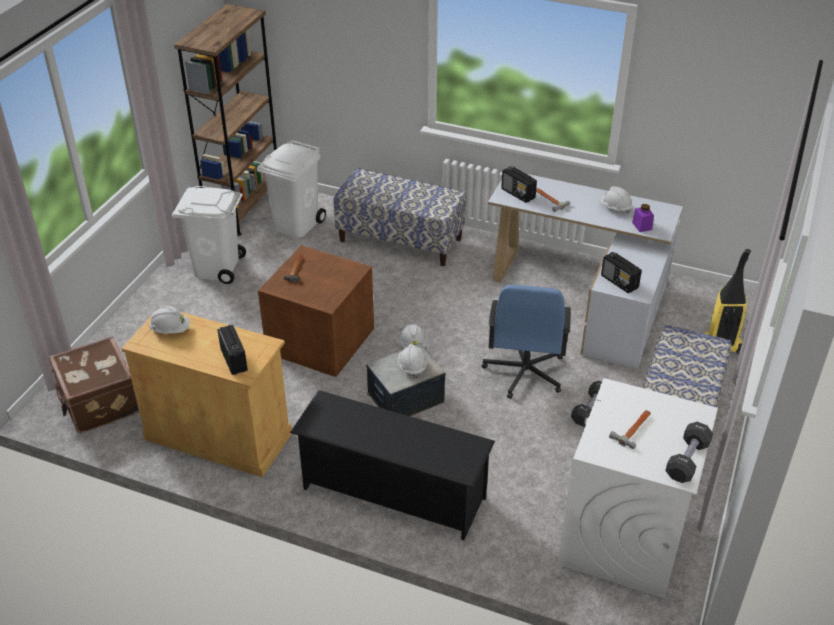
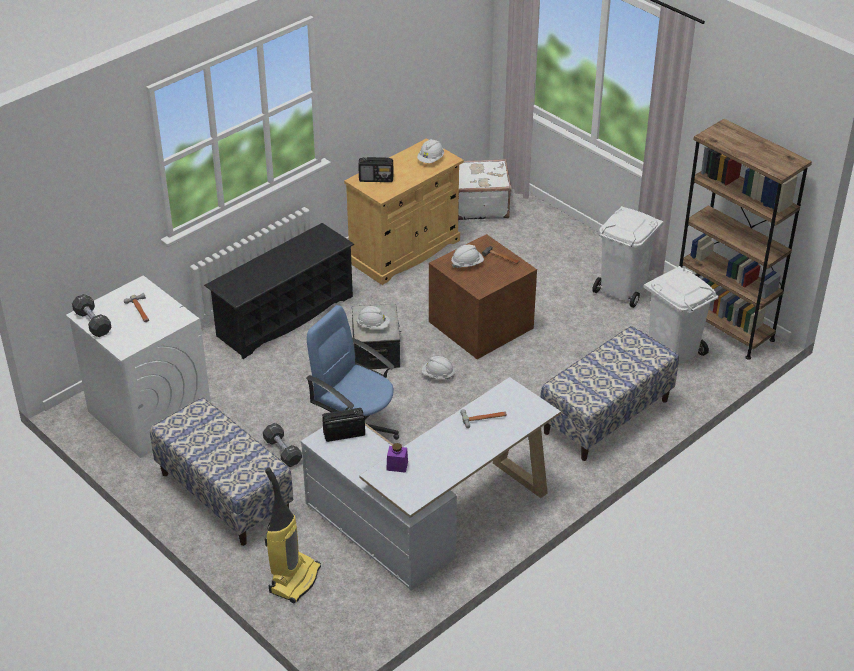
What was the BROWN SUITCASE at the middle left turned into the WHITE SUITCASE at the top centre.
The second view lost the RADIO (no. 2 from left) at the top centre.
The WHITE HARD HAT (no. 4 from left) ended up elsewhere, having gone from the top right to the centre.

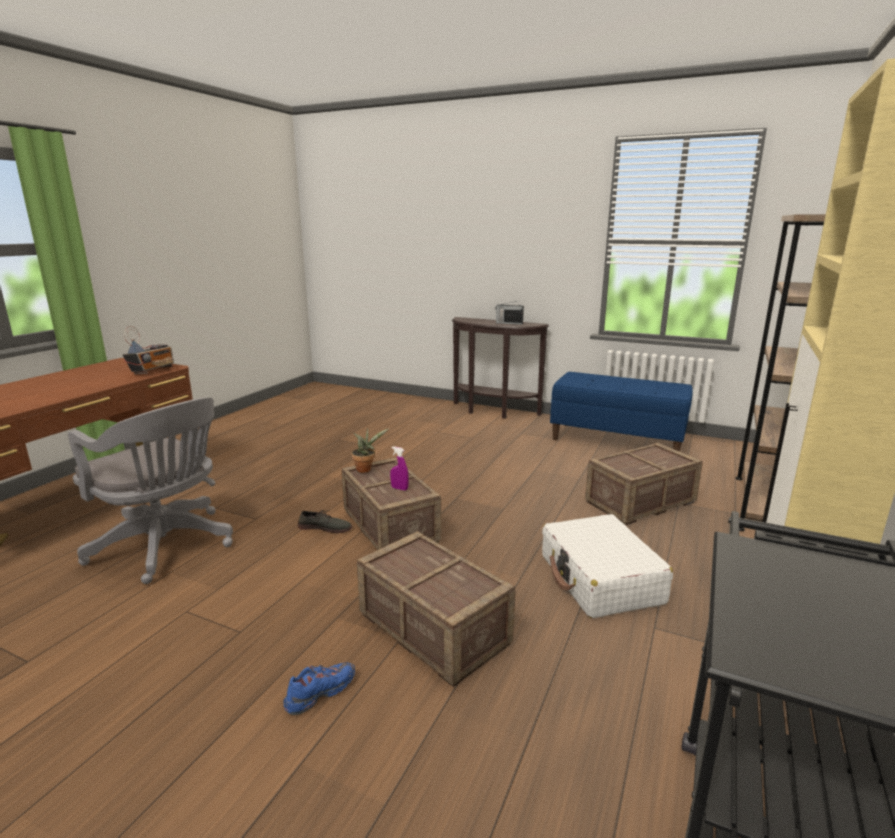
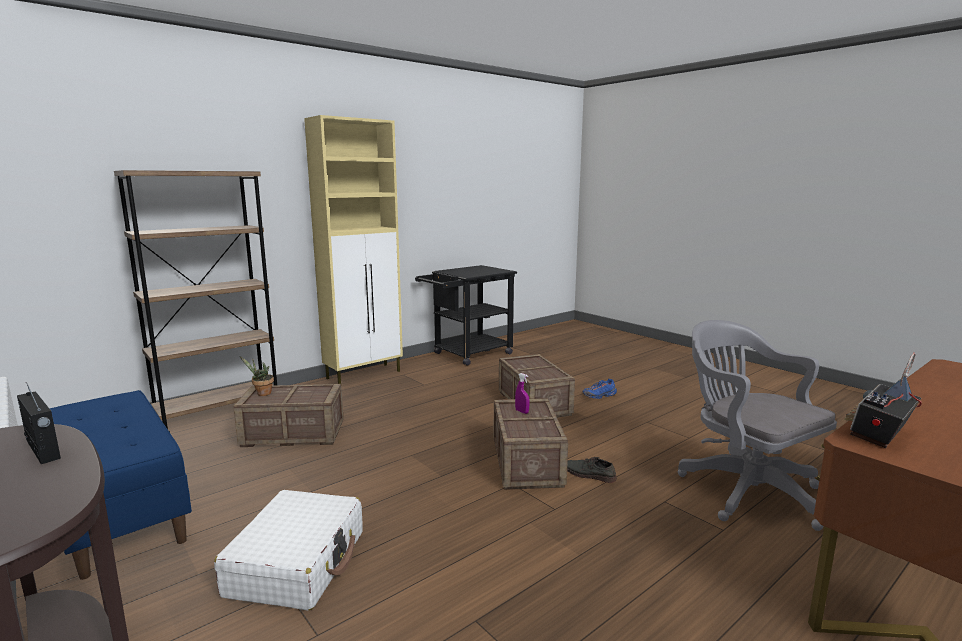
The POTTED PLANT ended up elsewhere, having gone from the centre to the middle left.
The WHITE SUITCASE ended up elsewhere, having gone from the bottom right to the bottom left.

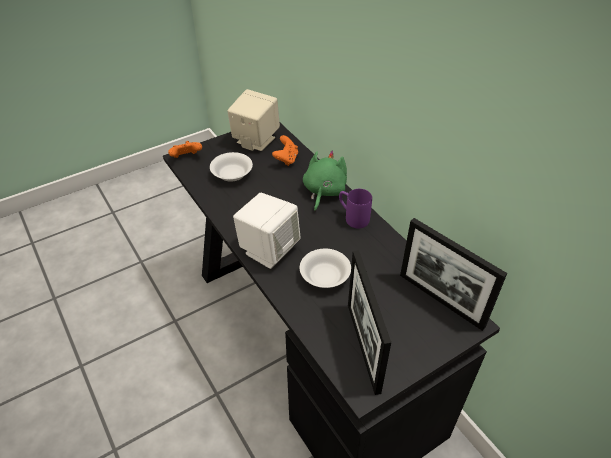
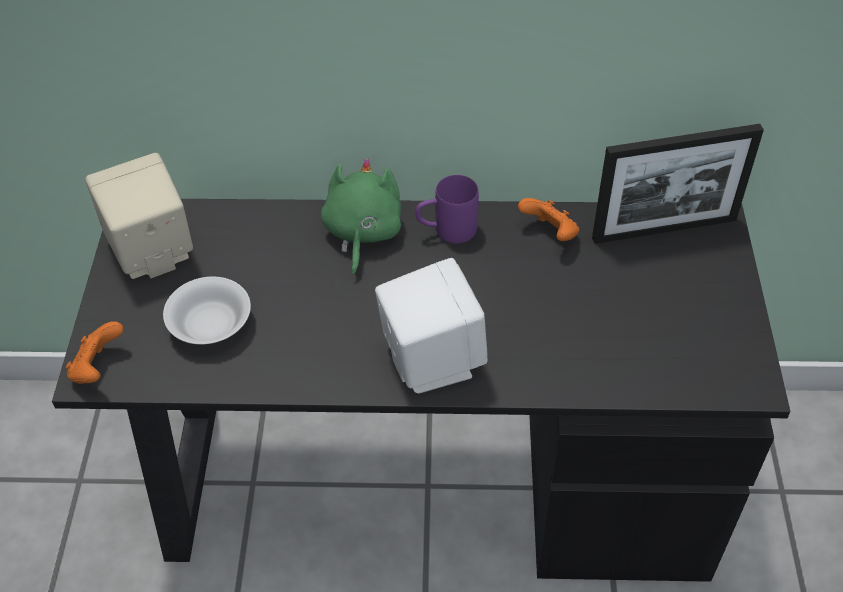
The ORANGE GAME CONTROLLER (no. 2 from left) ended up elsewhere, having gone from the top centre to the centre.
The second view lost the WHITE BOWL (no. 2 from left) at the centre.
The GREEN PLUSH TOY at the centre ended up facing another way, 45 degrees clockwise from before.
The second view lost the PICTURE FRAME (no. 1 from left) at the bottom centre.

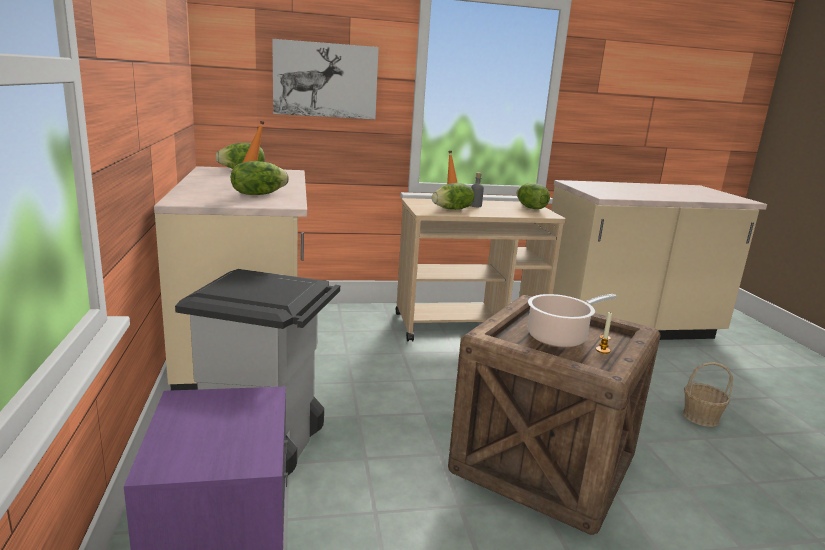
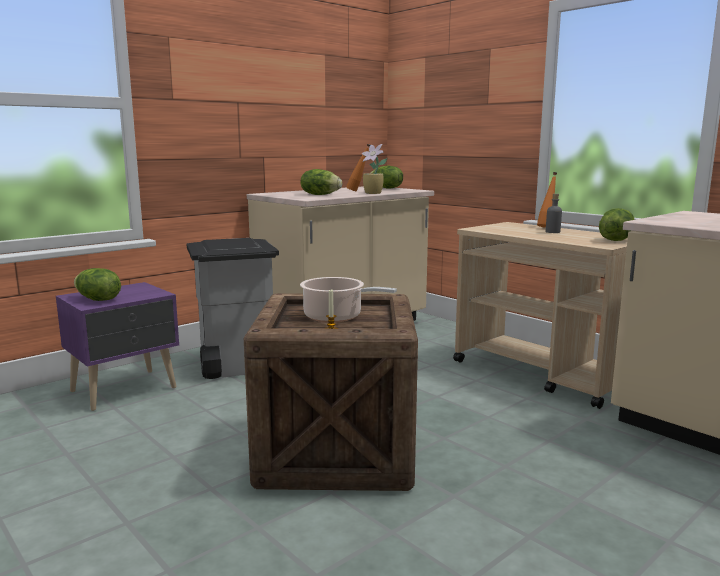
The second view lost the PICTURE at the top centre.
The LETTUCE (no. 3 from left in the first image) ended up elsewhere, having gone from the centre to the middle left.
The second view lost the BASKET at the bottom right.
The second view gained the POTTED PLANT at the top centre.

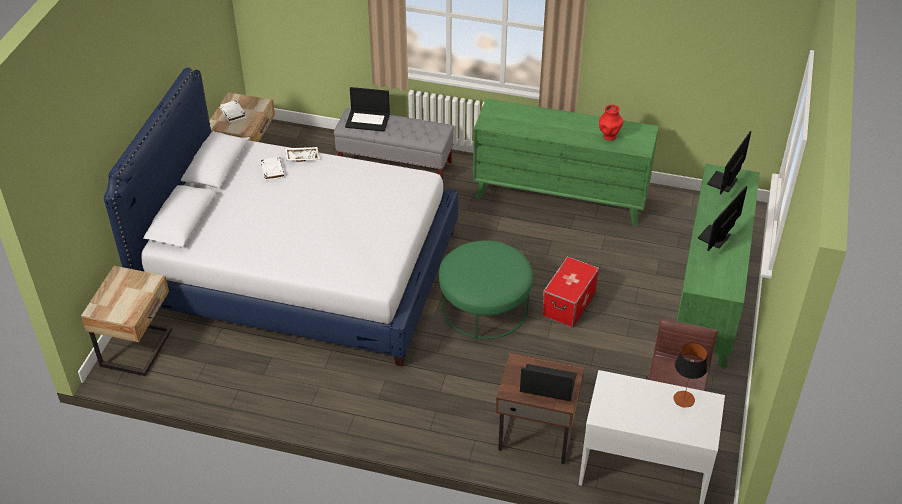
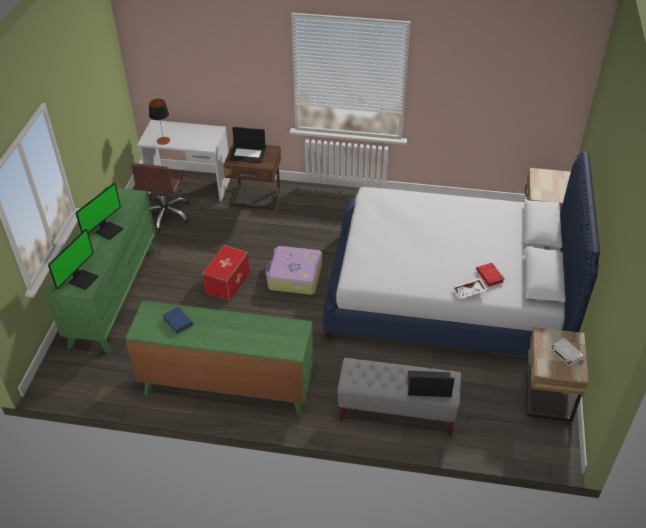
What was the WHITE BOOK (no. 2 from left) at the middle left turned into the RED BOOK at the middle right.
Where the GREEN OTTOMAN stood at the centre, the SUITCASE came to stand at the centre.
Where the RED VASE stood at the top right, the BLUE BOOK came to stand at the middle left.

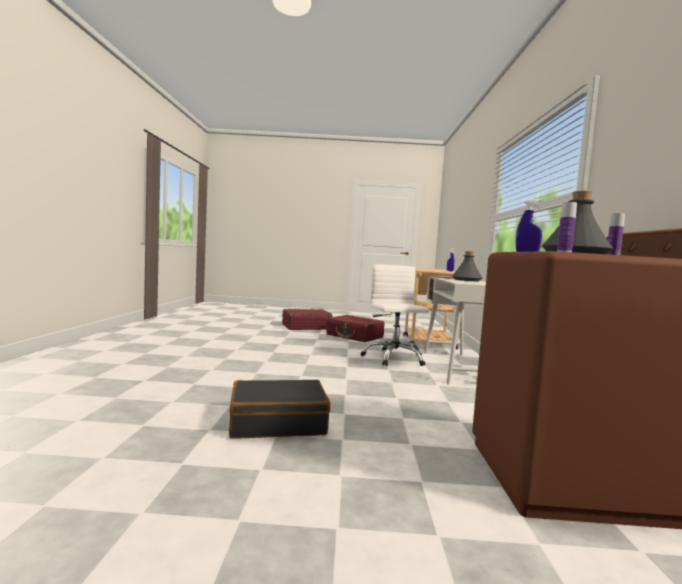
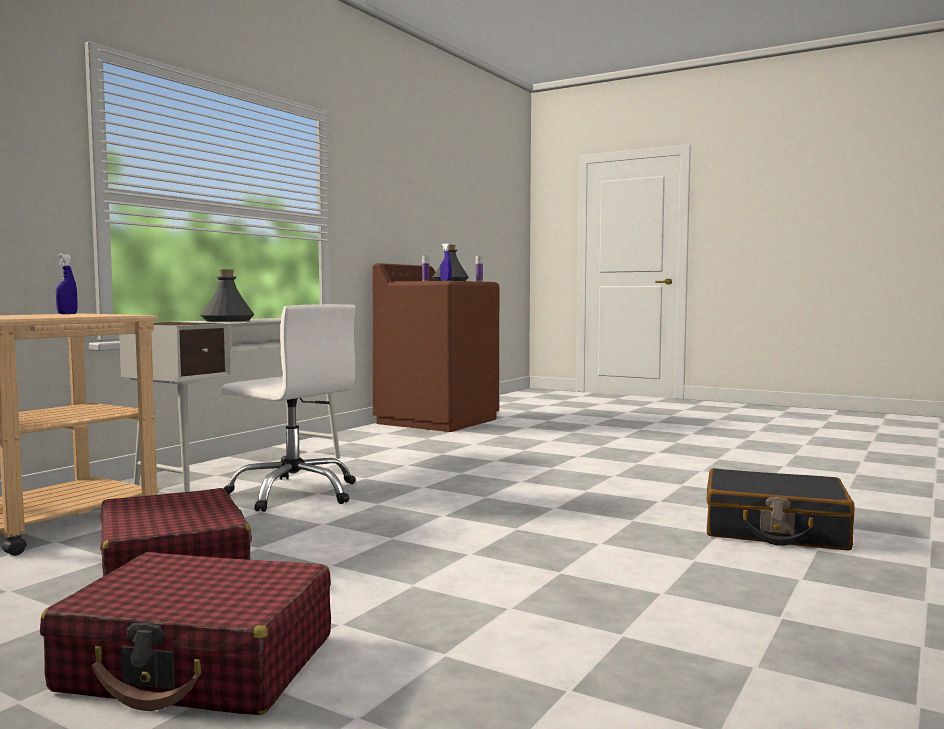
The BLACK SUITCASE ended up elsewhere, having gone from the bottom centre to the bottom right.
The WHITE OFFICE CHAIR at the centre ended up facing another way, 75 degrees counterclockwise from before.

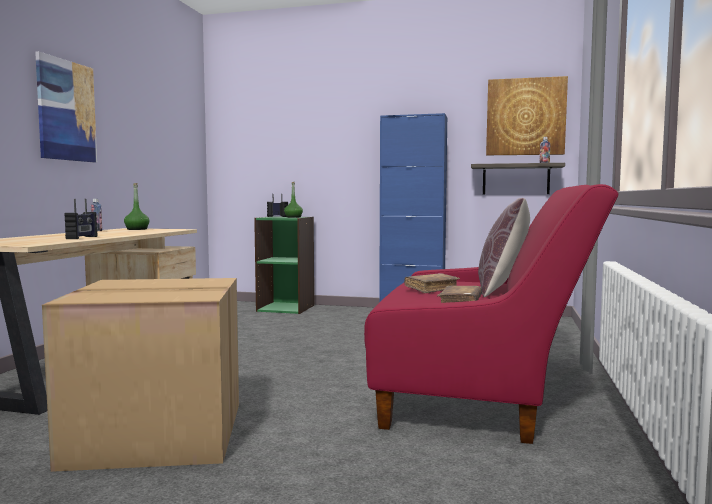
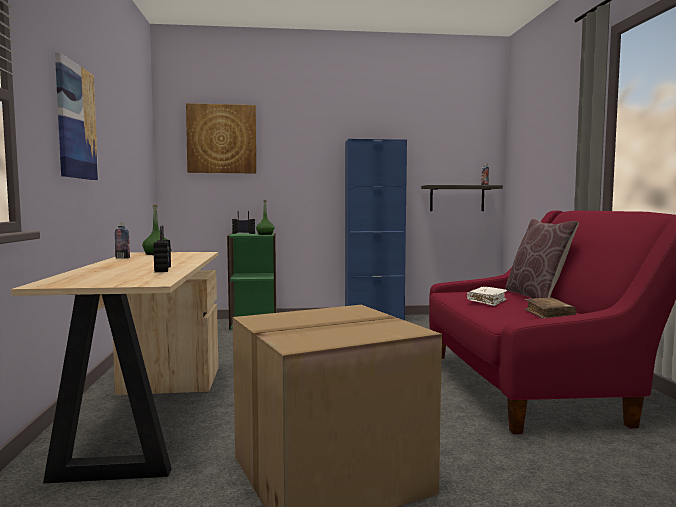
What was the BROWN BOOK (no. 1 from left) at the centre turned into the WHITE BOOK at the middle right.
The PICTURE (no. 2 from left) ended up elsewhere, having gone from the top right to the top left.

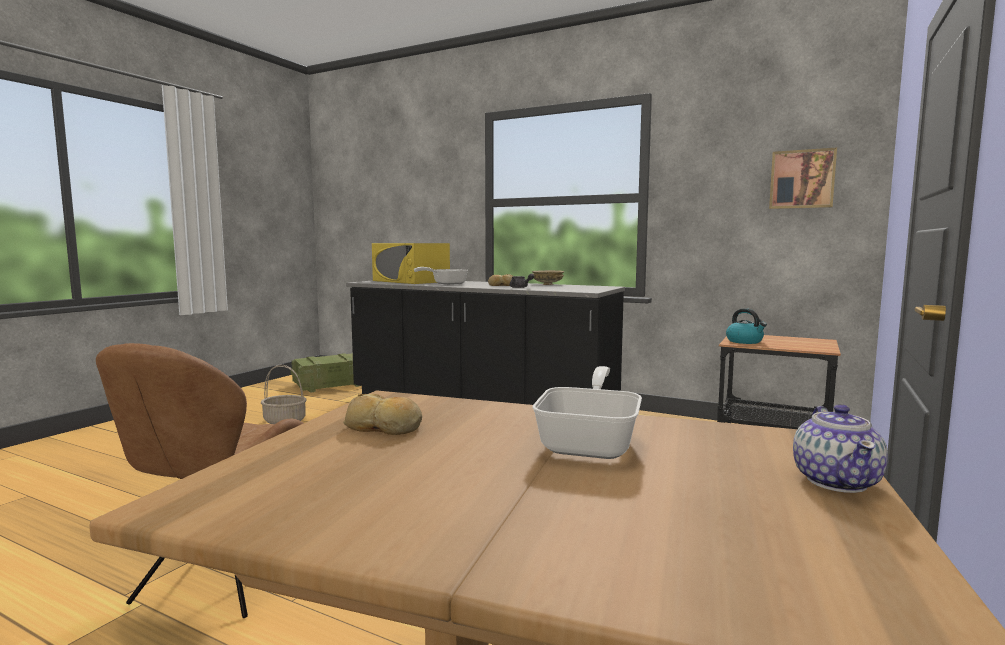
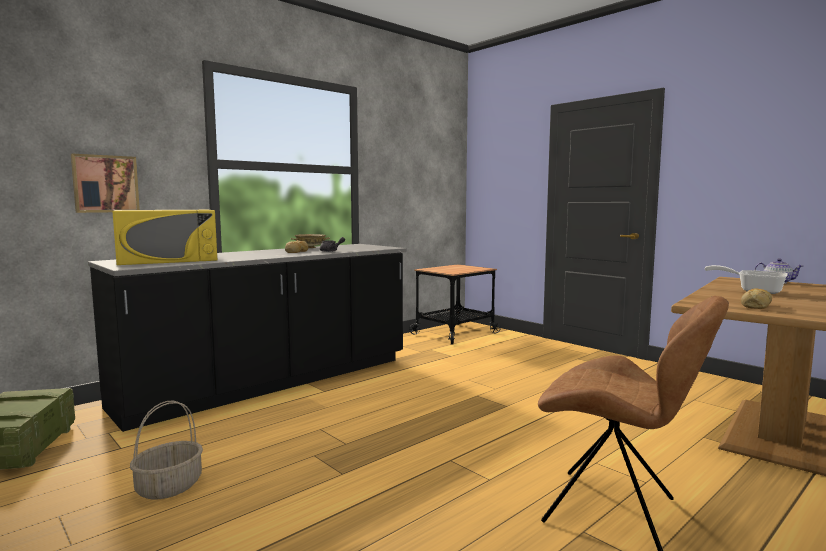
The second view lost the FRYING PAN (no. 1 from left) at the centre.
The second view lost the KETTLE at the middle right.
The PICTURE ended up elsewhere, having gone from the top right to the top left.

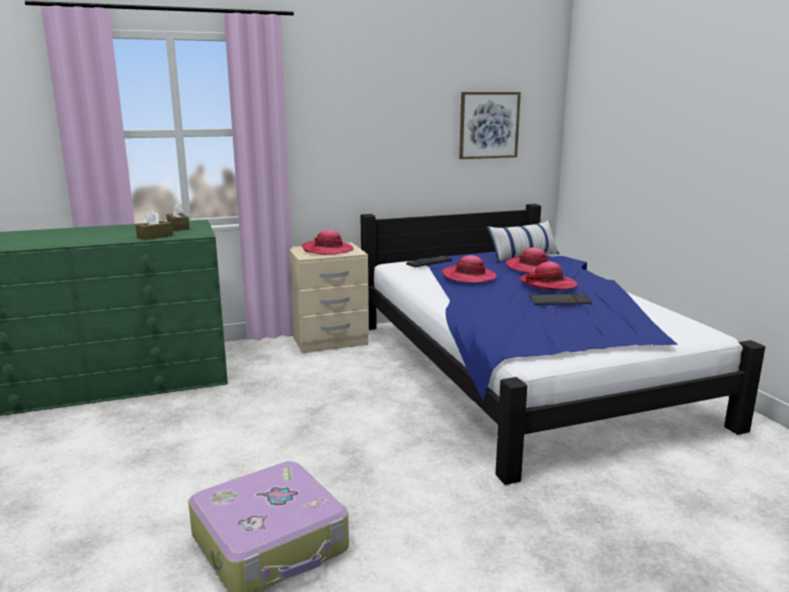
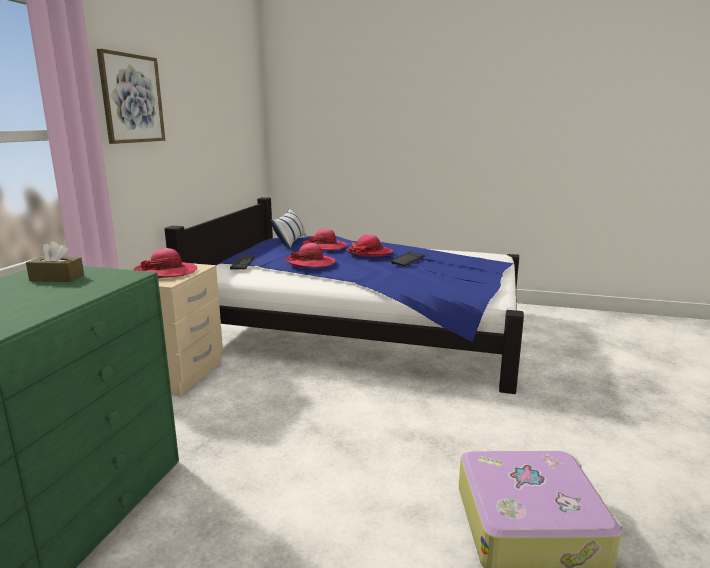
The second view lost the BROWN TISSUE BOX (no. 1 from left) at the middle left.
The PICTURE ended up elsewhere, having gone from the top centre to the top left.

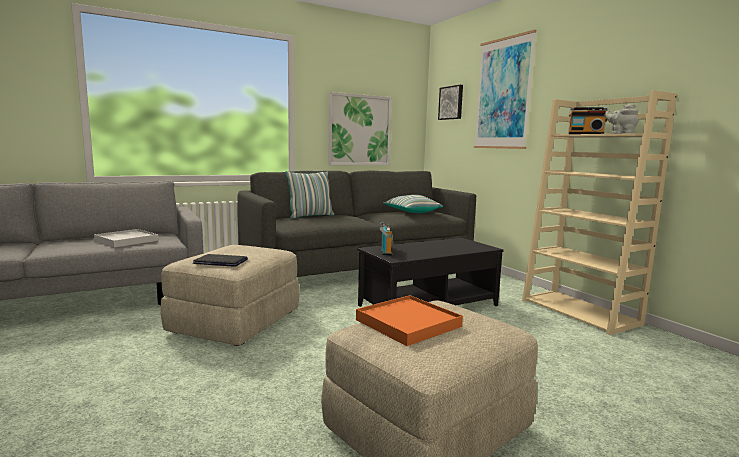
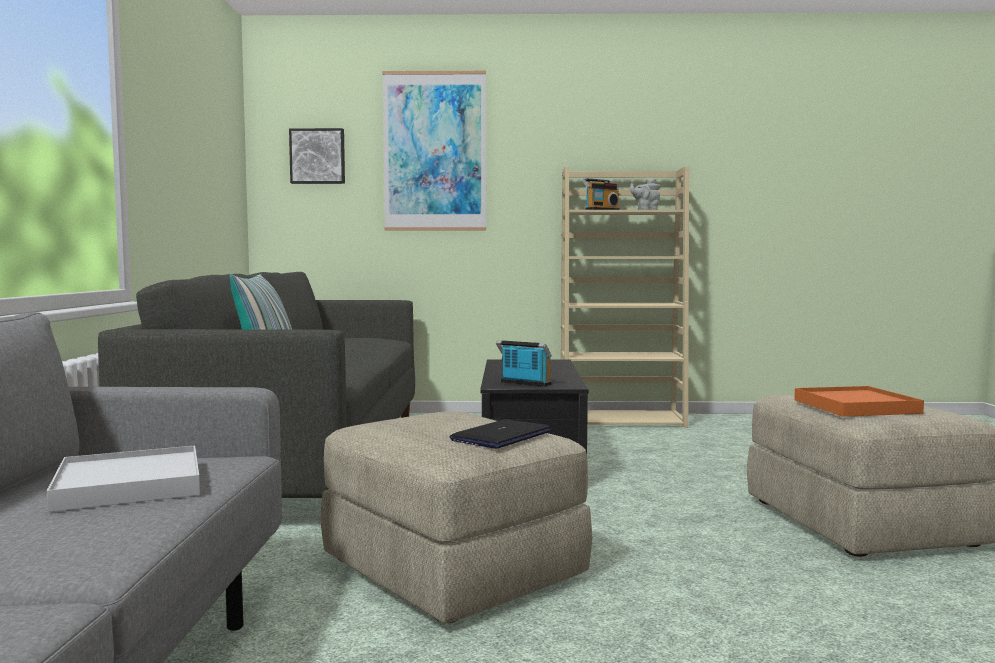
The second view lost the PICTURE (no. 1 from left) at the top centre.
The second view lost the PILLOW (no. 2 from left) at the centre.

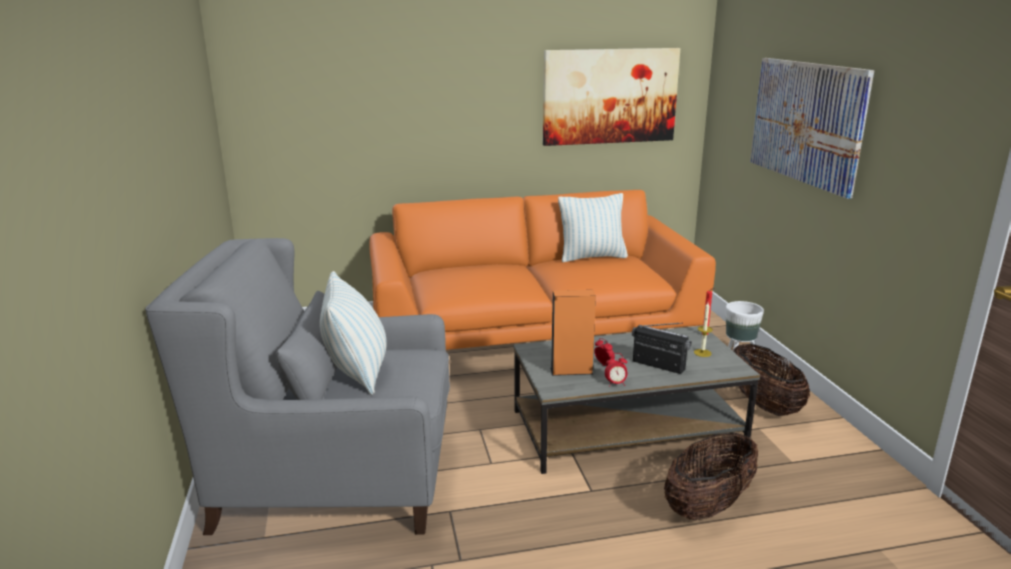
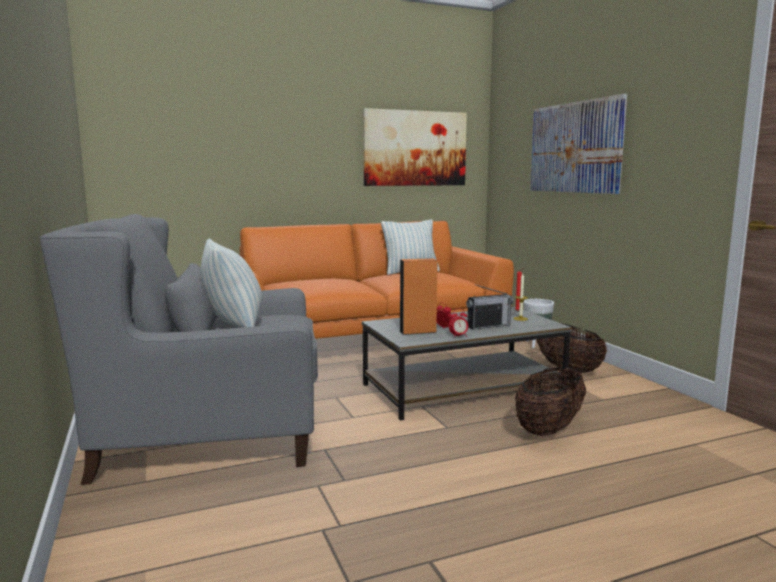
The RADIO at the centre ended up facing another way, 135 degrees clockwise from before.

